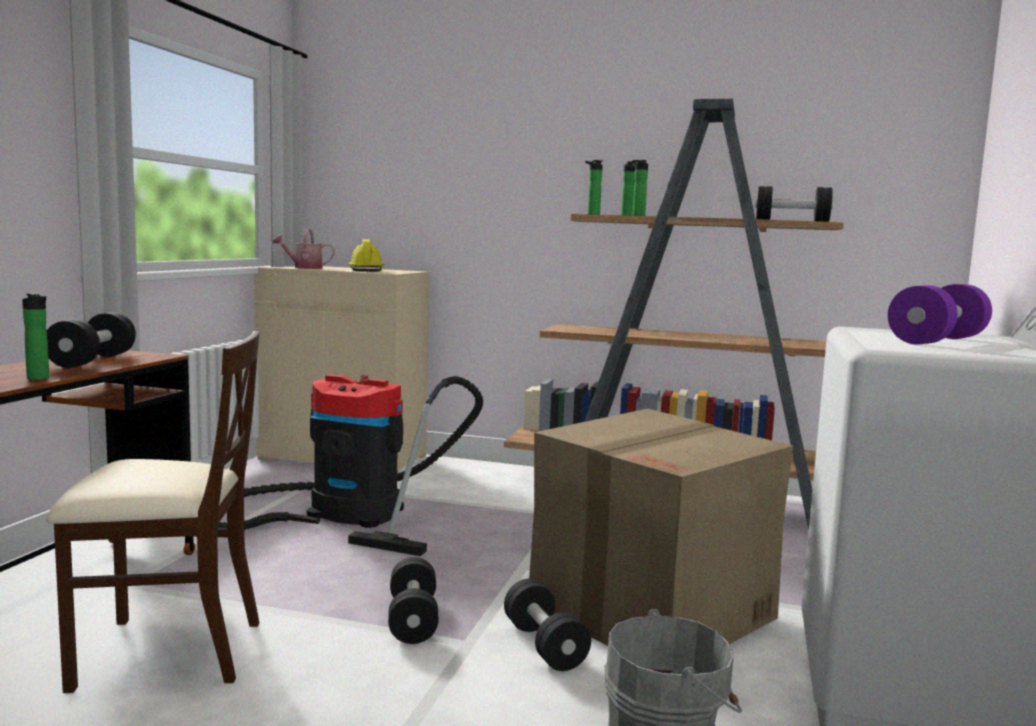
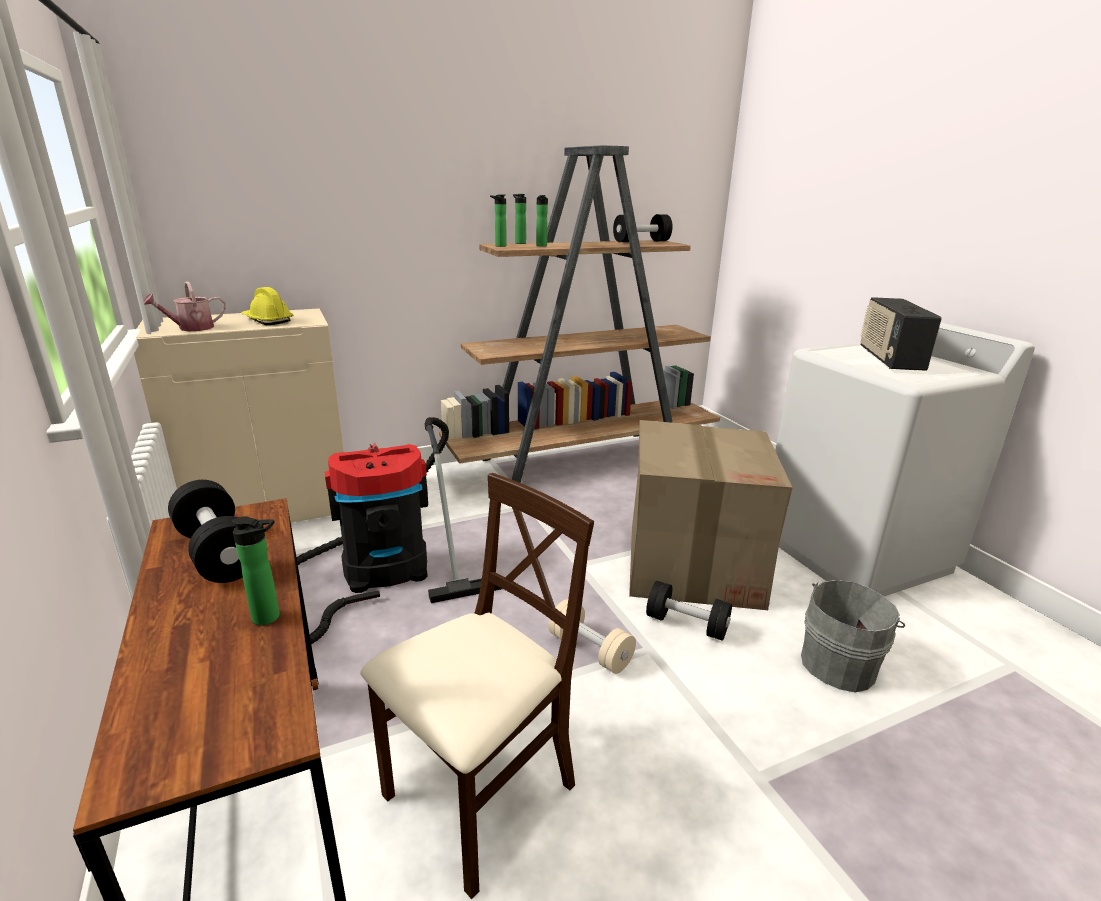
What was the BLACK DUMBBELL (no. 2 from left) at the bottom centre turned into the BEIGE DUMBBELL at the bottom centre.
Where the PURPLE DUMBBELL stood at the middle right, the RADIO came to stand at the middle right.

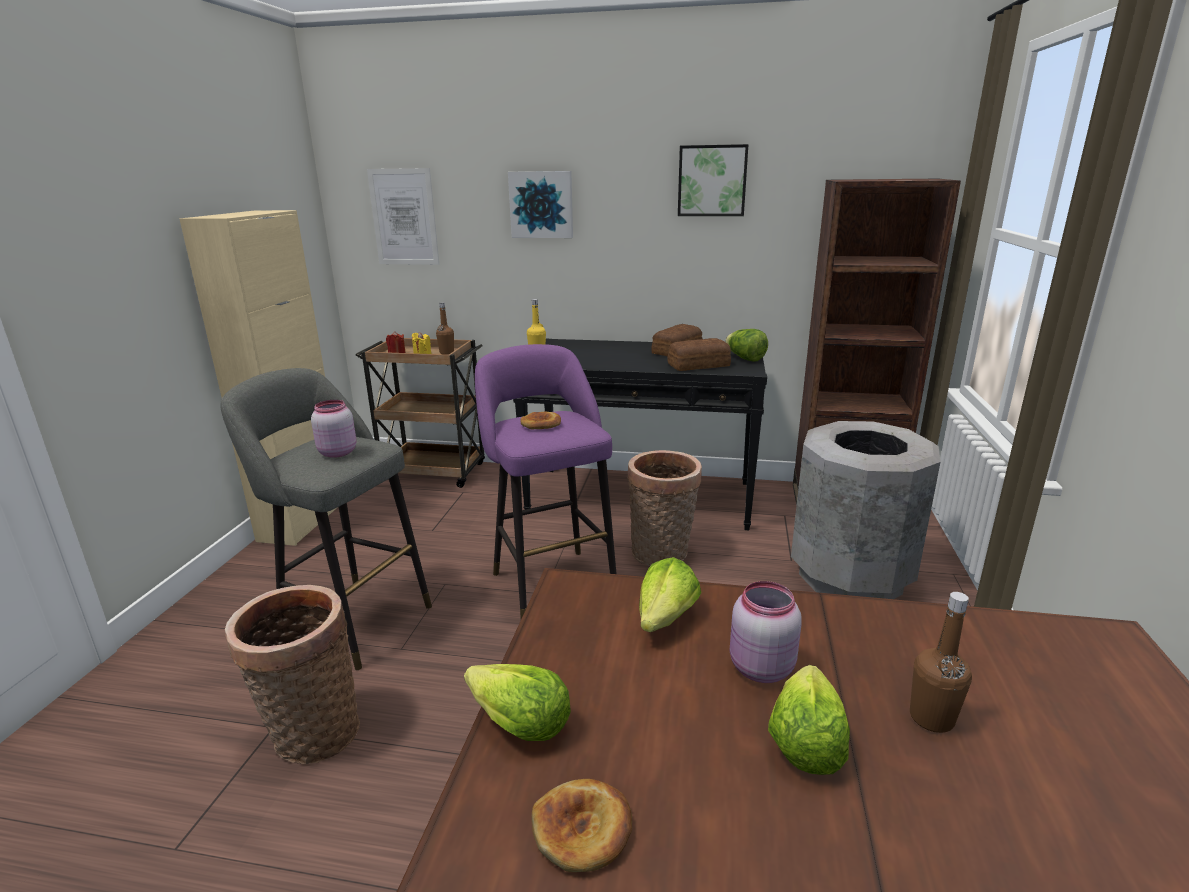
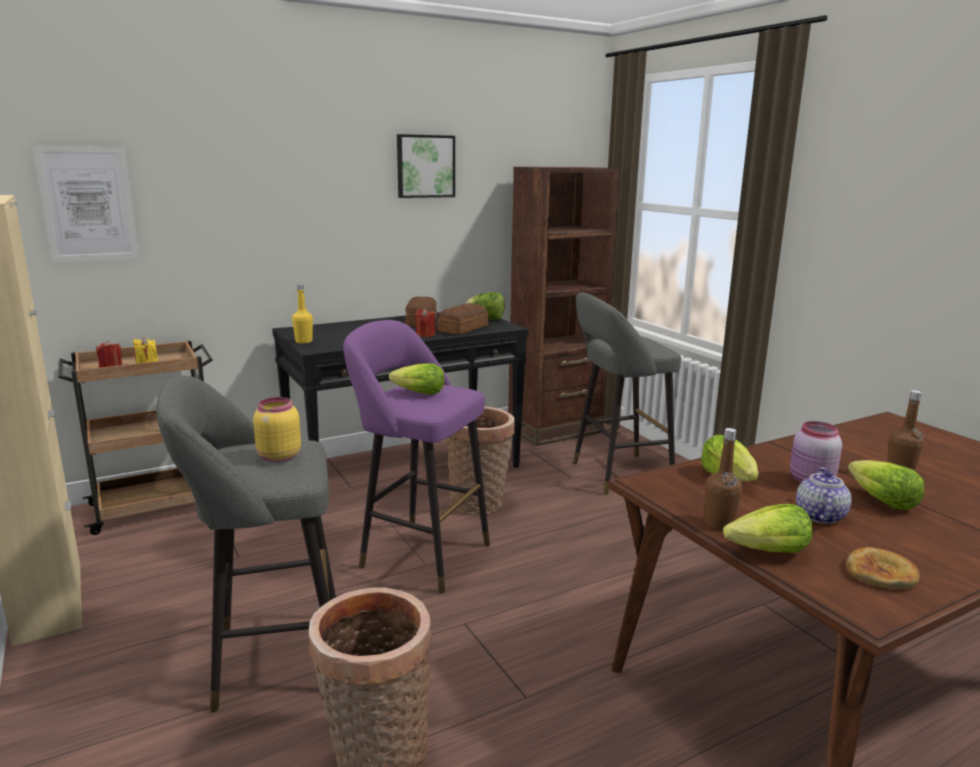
What was the PINK JAR (no. 1 from left) at the middle left turned into the YELLOW JAR at the middle left.
The BROWN BOTTLE (no. 1 from left) ended up elsewhere, having gone from the centre to the middle right.
The second view lost the PICTURE (no. 2 from left) at the top centre.
Where the BREAD (no. 1 from left) stood at the centre, the LETTUCE (no. 1 from left) came to stand at the centre.
Where the GREY TRASH CAN stood at the middle right, the GREY STOOL (no. 2 from left) came to stand at the centre.
The second view gained the RED CANDLE (no. 2 from left) at the centre.
The second view gained the TEAPOT at the middle right.

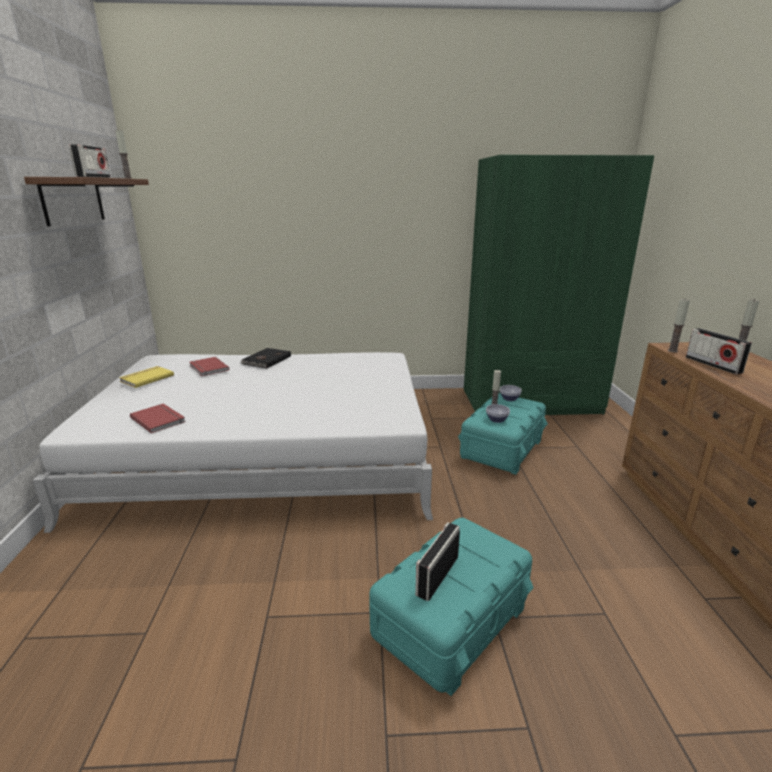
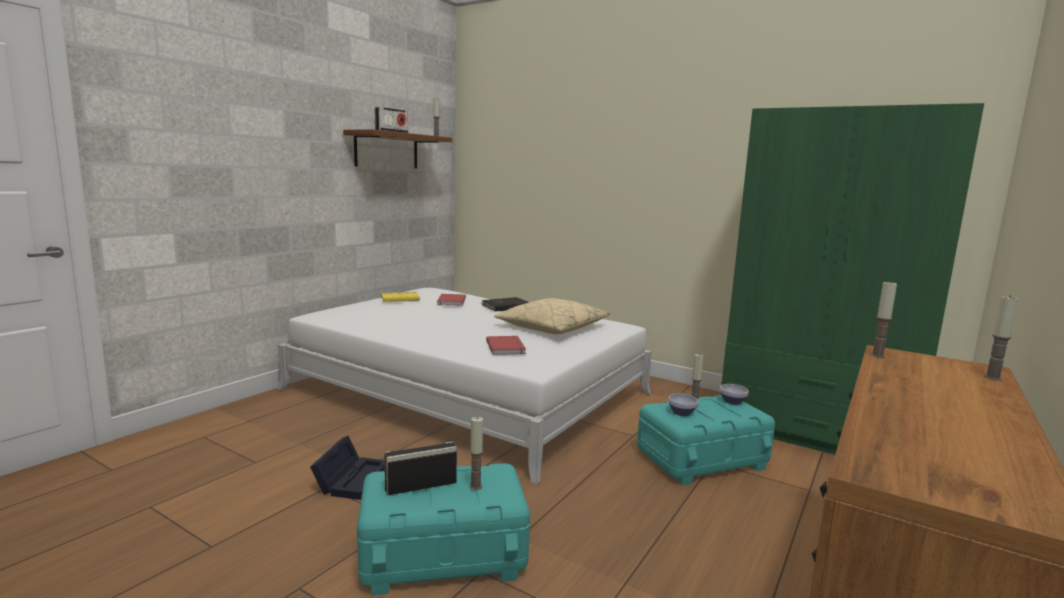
The RED BOOK (no. 1 from left in the first image) ended up elsewhere, having gone from the middle left to the centre.
The second view lost the RADIO (no. 3 from left) at the middle right.
The second view gained the BLACK STORAGE BOX at the bottom left.
The second view gained the CANDLE (no. 2 from left) at the bottom centre.
The second view gained the BEIGE PILLOW at the centre.

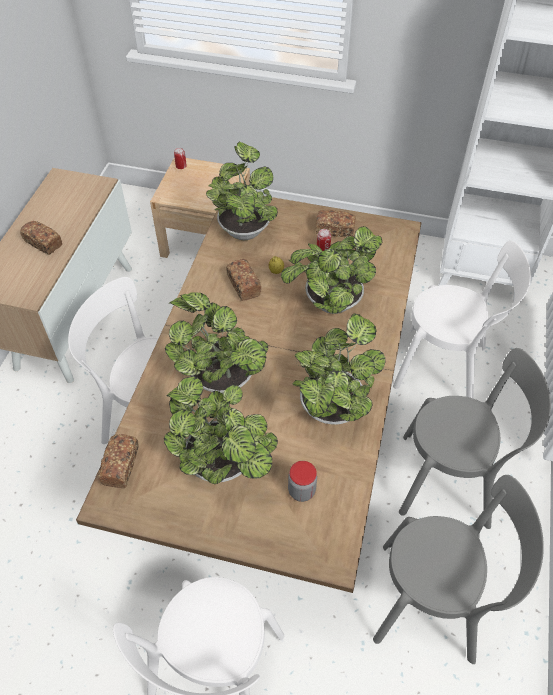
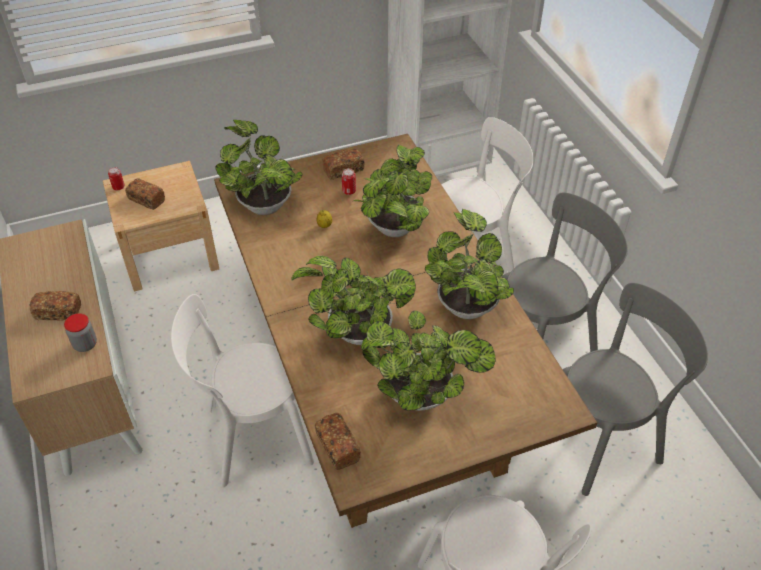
The BREAD (no. 3 from left in the first image) ended up elsewhere, having gone from the centre to the middle left.
The JAR ended up elsewhere, having gone from the bottom centre to the middle left.

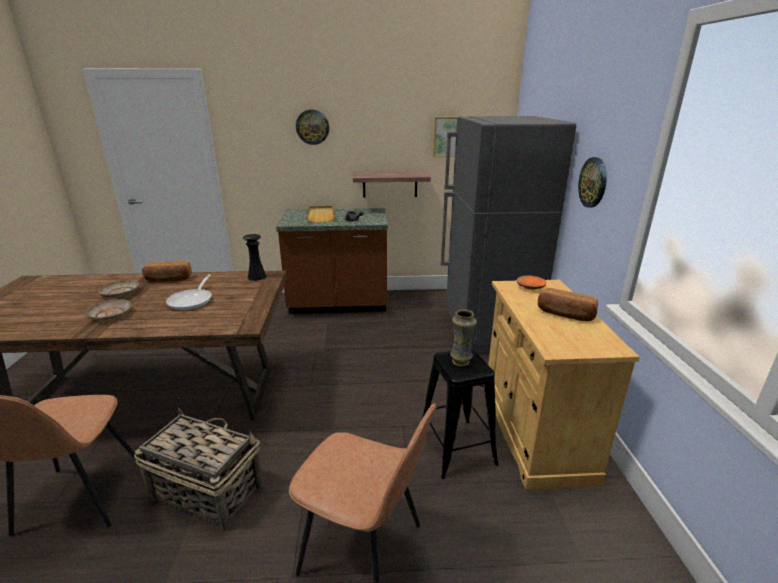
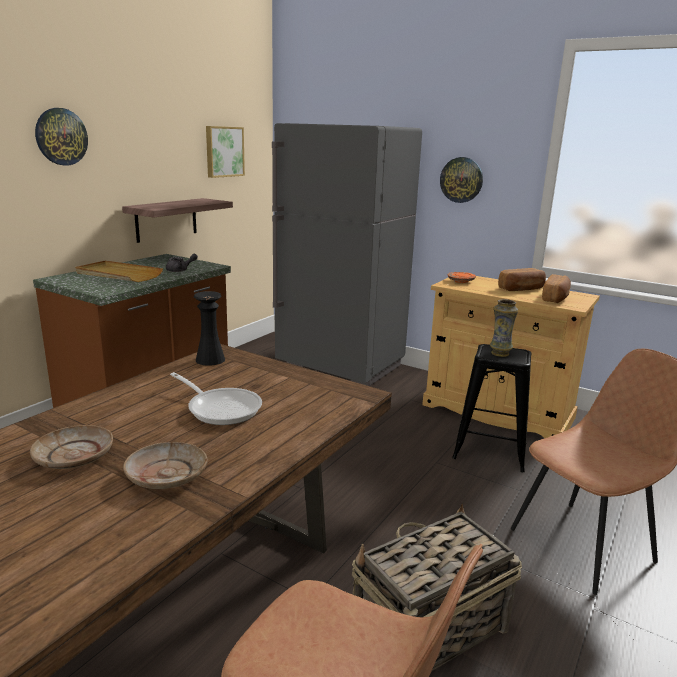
The BREAD (no. 1 from left in the first image) ended up elsewhere, having gone from the middle left to the middle right.

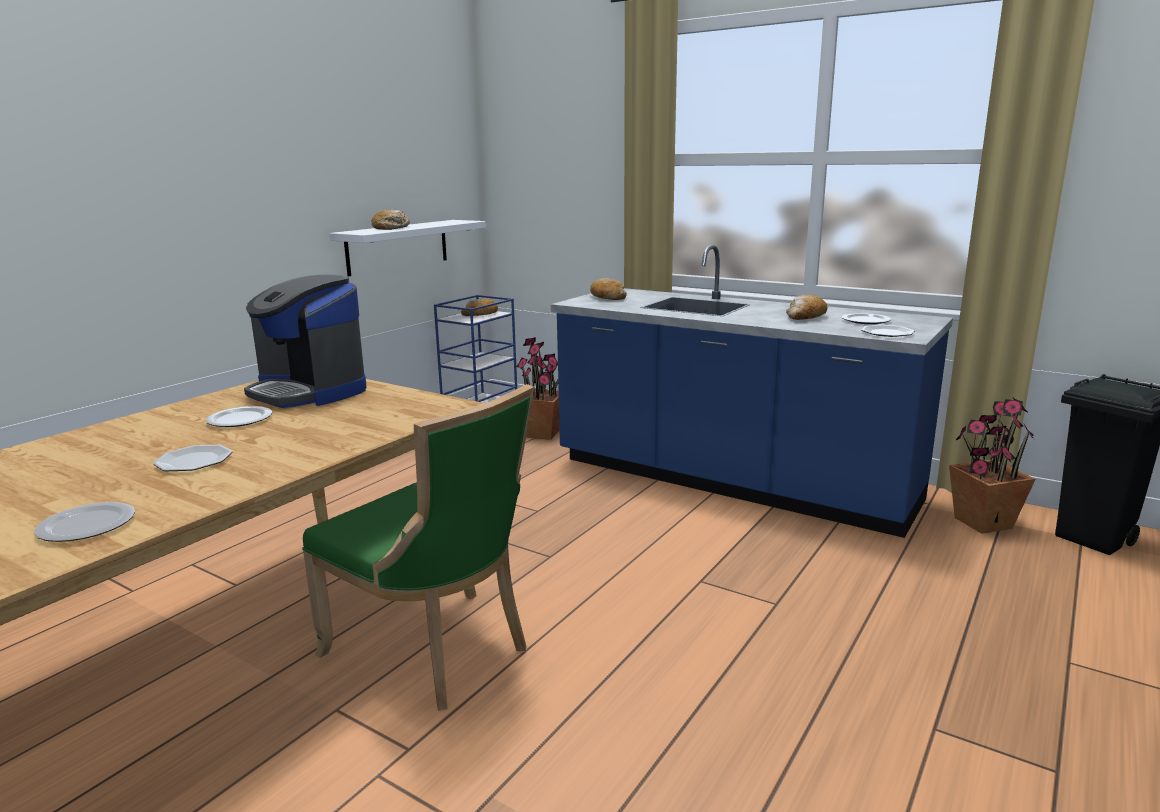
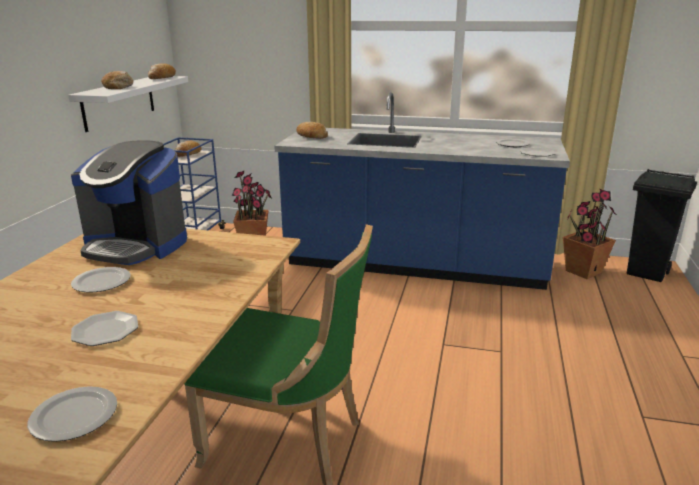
The BREAD (no. 4 from left in the first image) ended up elsewhere, having gone from the middle right to the top left.

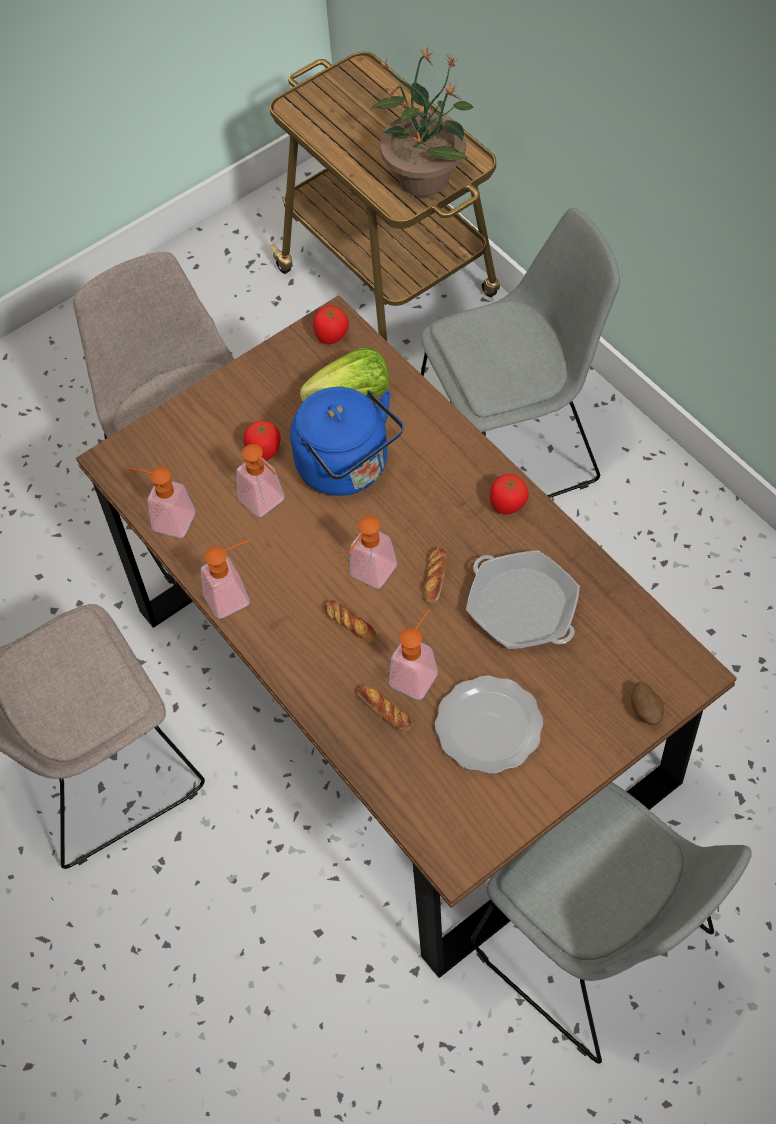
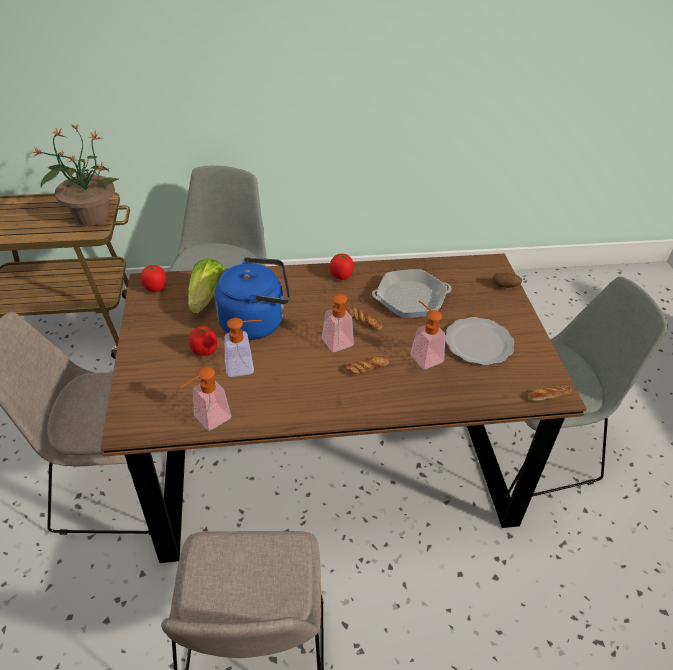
The second view lost the SOAP DISPENSER (no. 2 from left) at the middle left.
The BREAD (no. 2 from left in the first image) ended up elsewhere, having gone from the centre to the middle right.

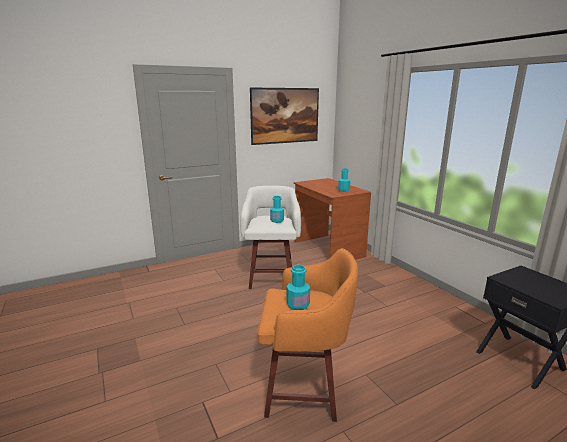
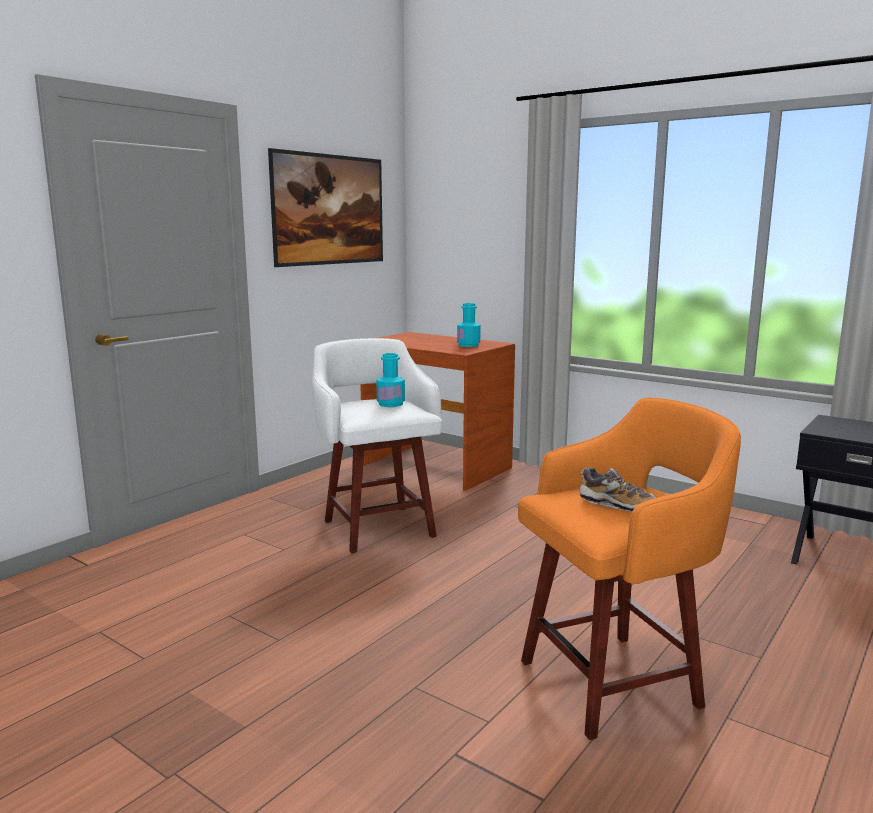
Where the TURQUOISE BOTTLE (no. 2 from left) stood at the centre, the SHOE came to stand at the middle right.

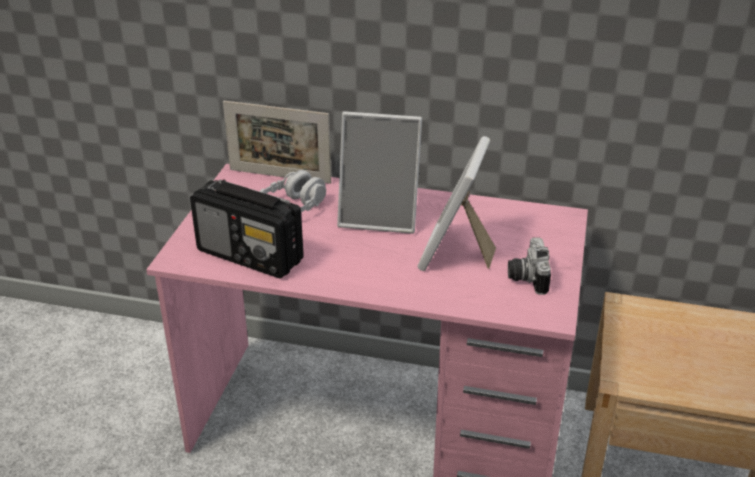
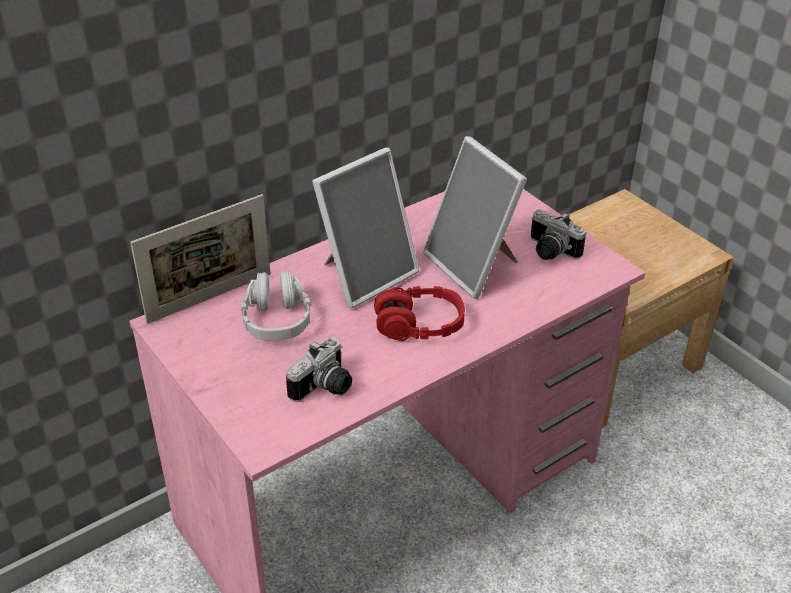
Where the RADIO stood at the middle left, the PHOTO CAMERA (no. 1 from left) came to stand at the centre.
The second view gained the RED HEADPHONES at the centre.

